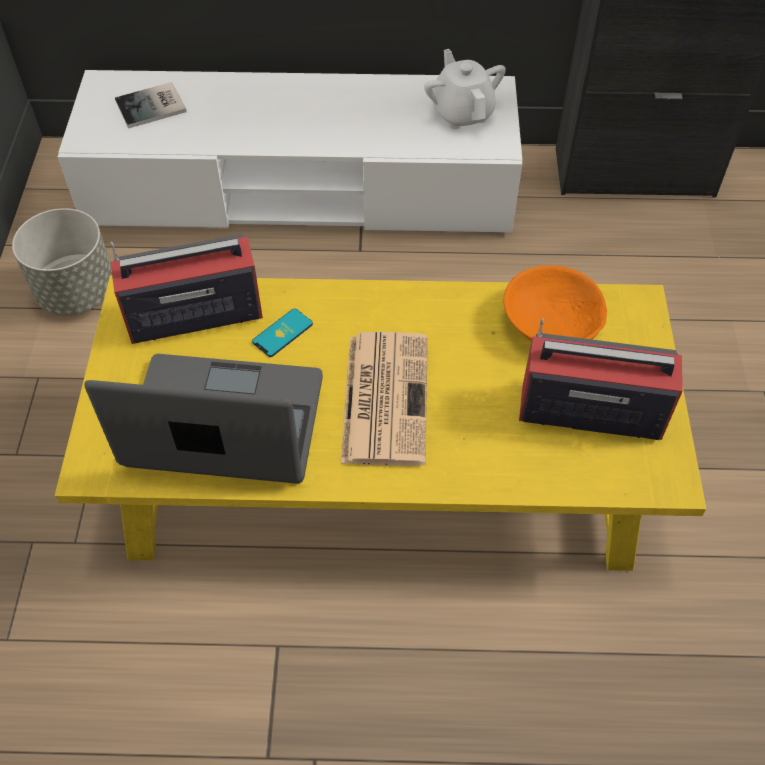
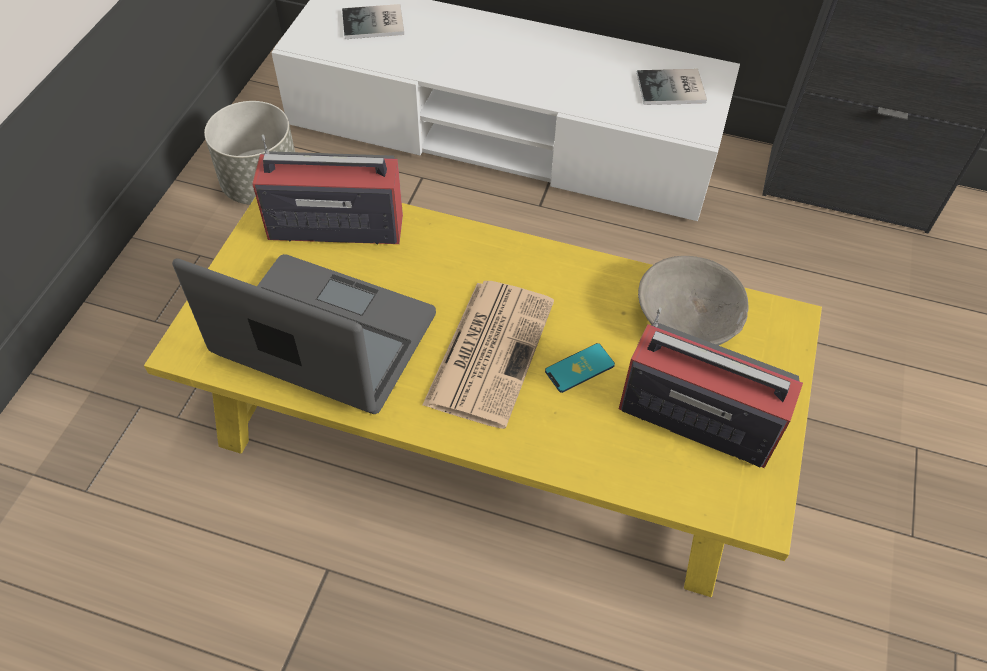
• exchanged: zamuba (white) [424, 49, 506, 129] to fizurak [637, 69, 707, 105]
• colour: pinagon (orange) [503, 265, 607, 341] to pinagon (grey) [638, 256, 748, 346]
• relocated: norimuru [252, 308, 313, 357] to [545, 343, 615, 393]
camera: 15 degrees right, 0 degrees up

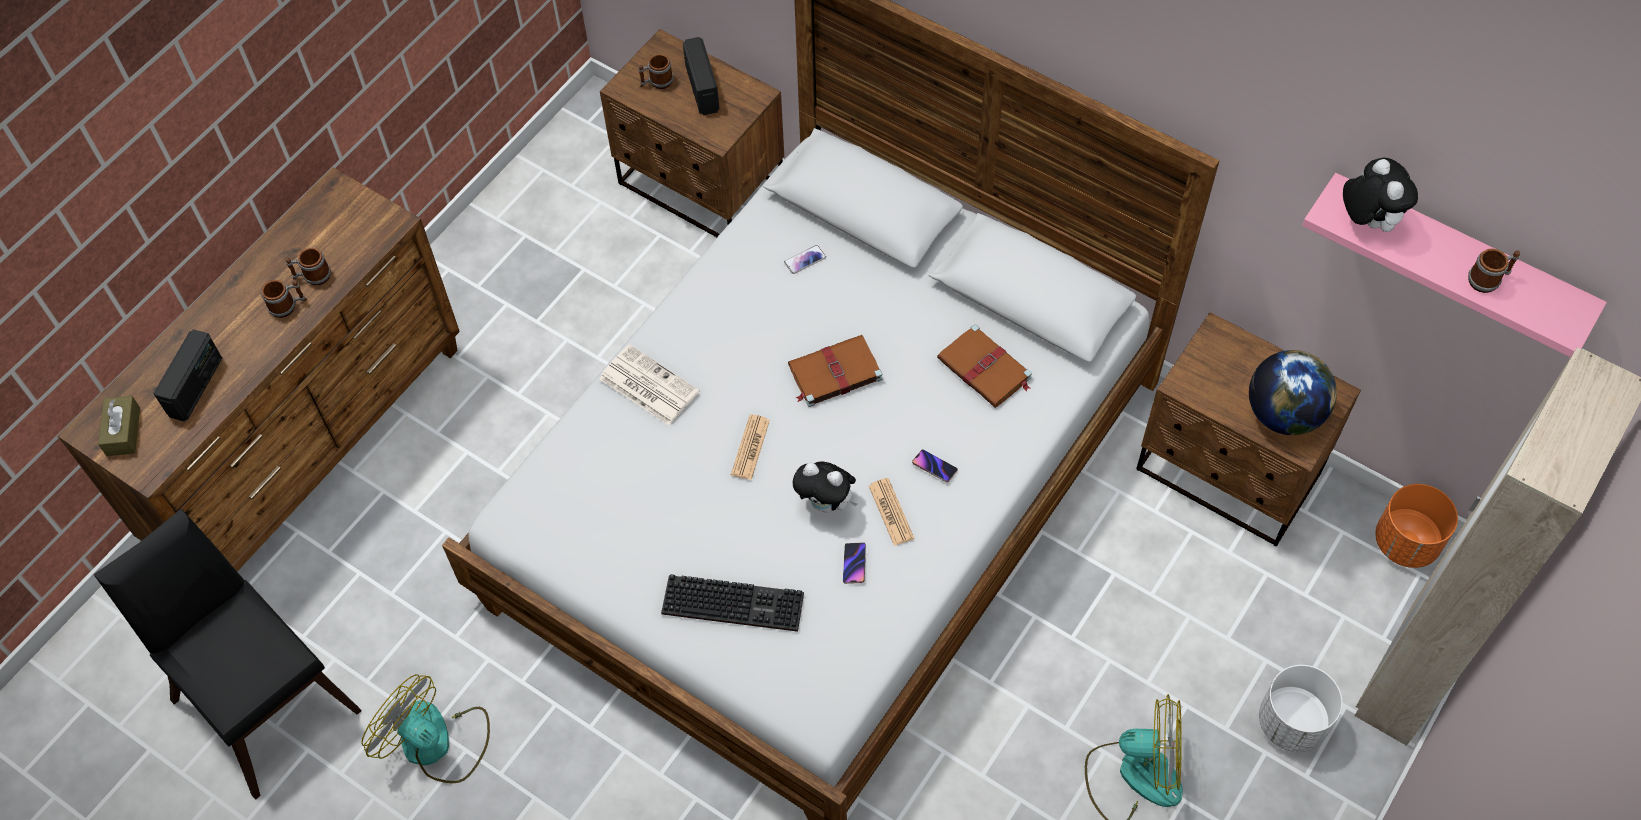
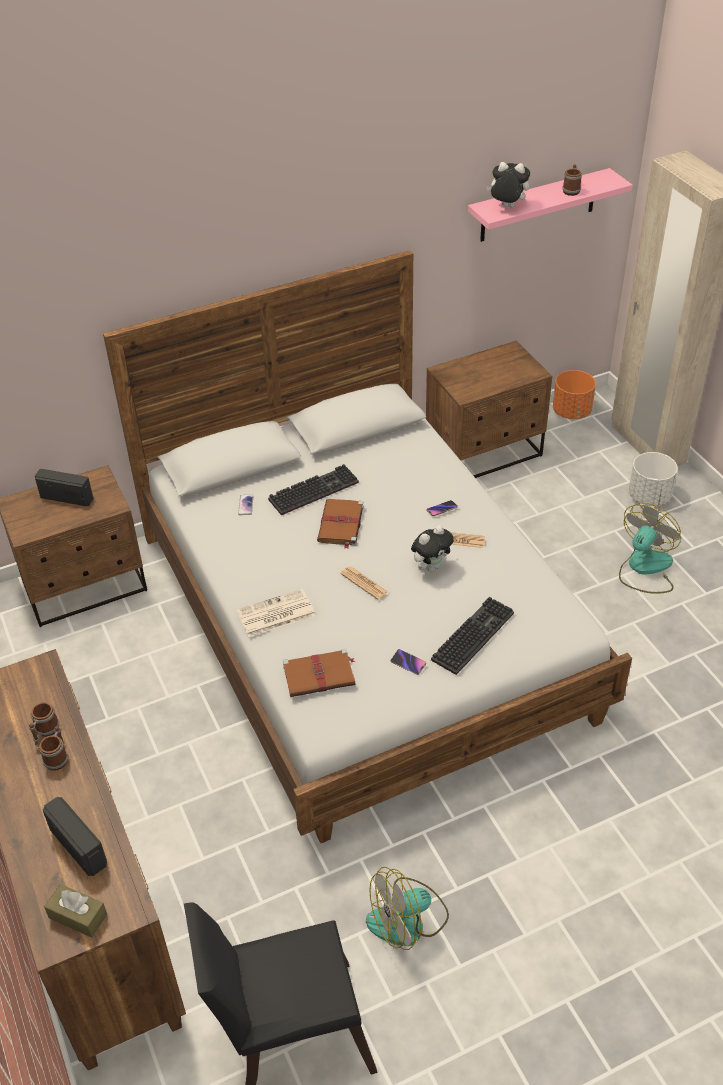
• missing: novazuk [638, 54, 674, 89]
• relocated: fizurak (brown) [937, 324, 1032, 408] to [283, 649, 355, 697]
• missing: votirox [1249, 350, 1337, 435]
• relocated: norimuru [843, 542, 866, 584] to [391, 649, 426, 675]
• appeared: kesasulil [268, 464, 359, 515]
camera: 60 degrees left, 15 degrees down

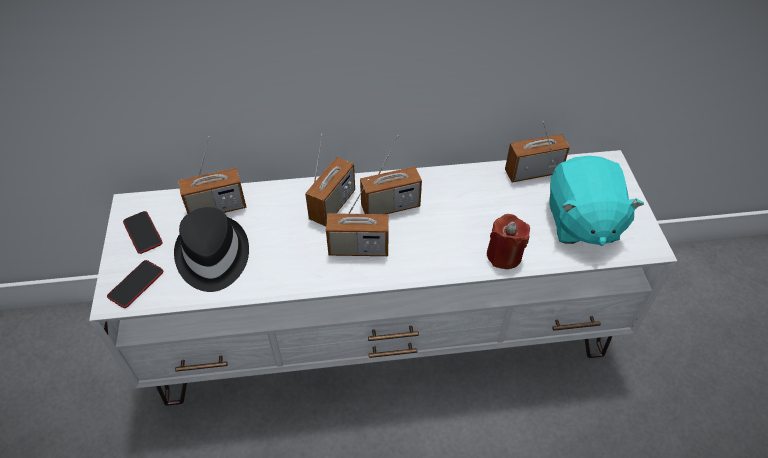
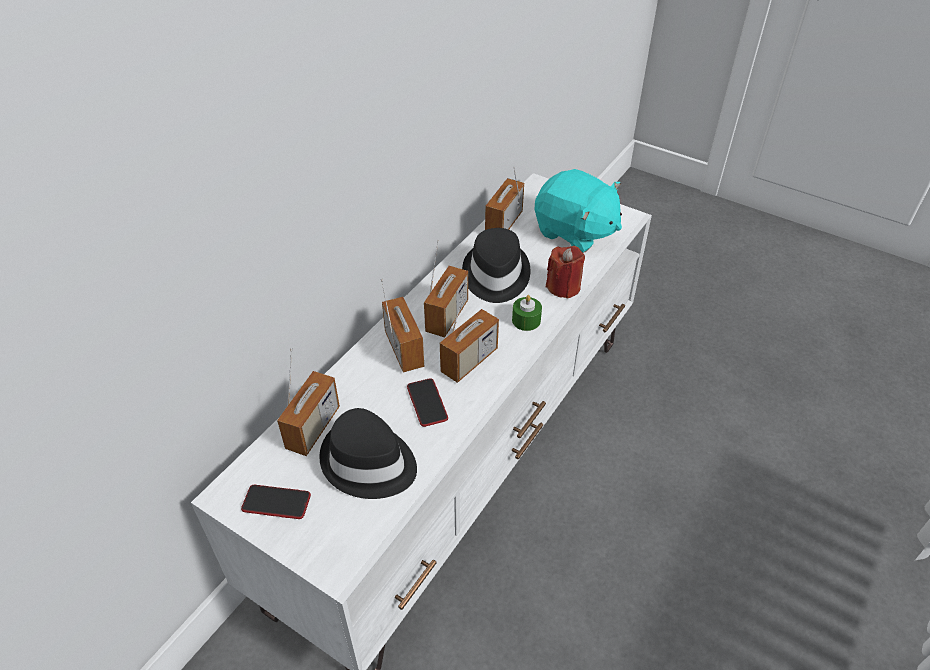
• relocated: norimuru [107, 260, 163, 308] to [407, 378, 448, 427]
• appeared: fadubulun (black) [462, 228, 530, 303]
• appeared: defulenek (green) [512, 295, 542, 331]
camera: 50 degrees left, 5 degrees down

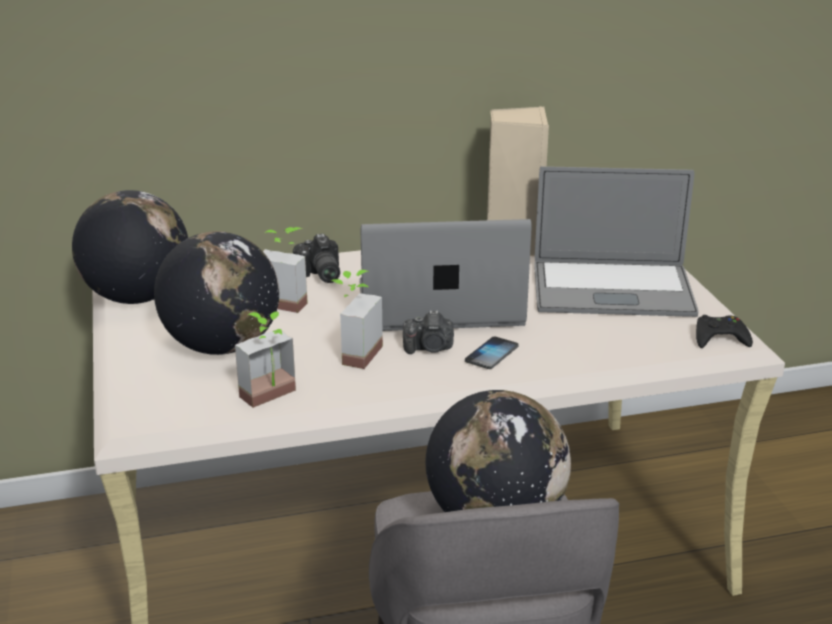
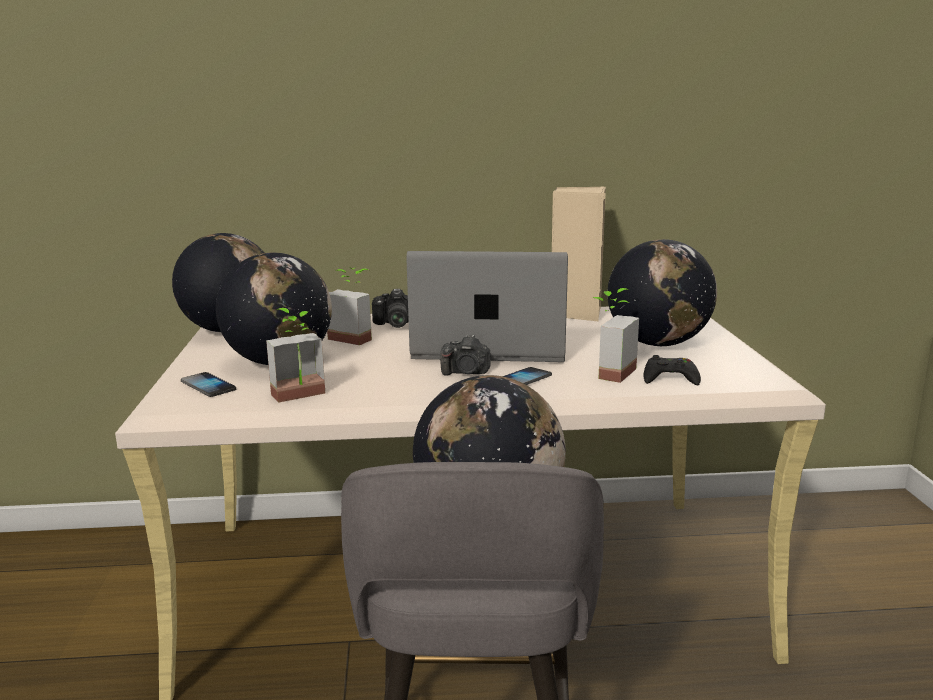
• exchanged: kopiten [534, 166, 698, 317] to votirox [607, 239, 717, 346]
• relocated: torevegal [330, 270, 383, 369] to [593, 288, 639, 383]
• relocated: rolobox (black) [696, 315, 753, 348] to [643, 355, 701, 385]
• appeared: norimuru [181, 372, 236, 397]
camera: 10 degrees right, 10 degrees down

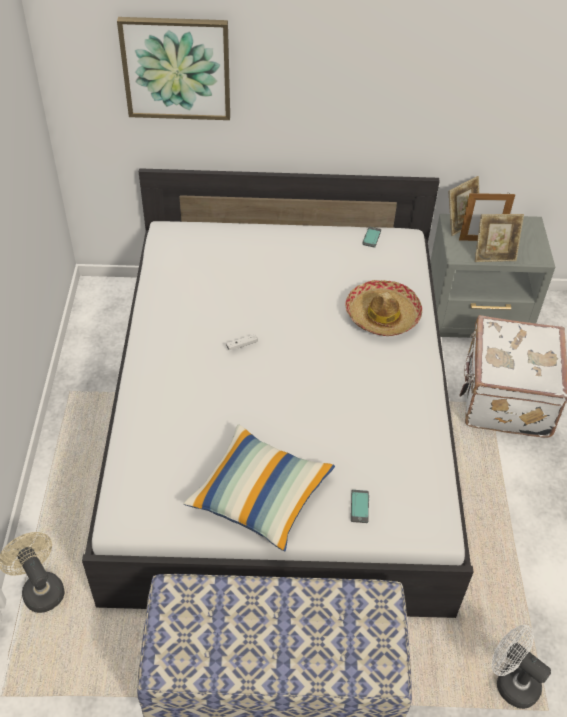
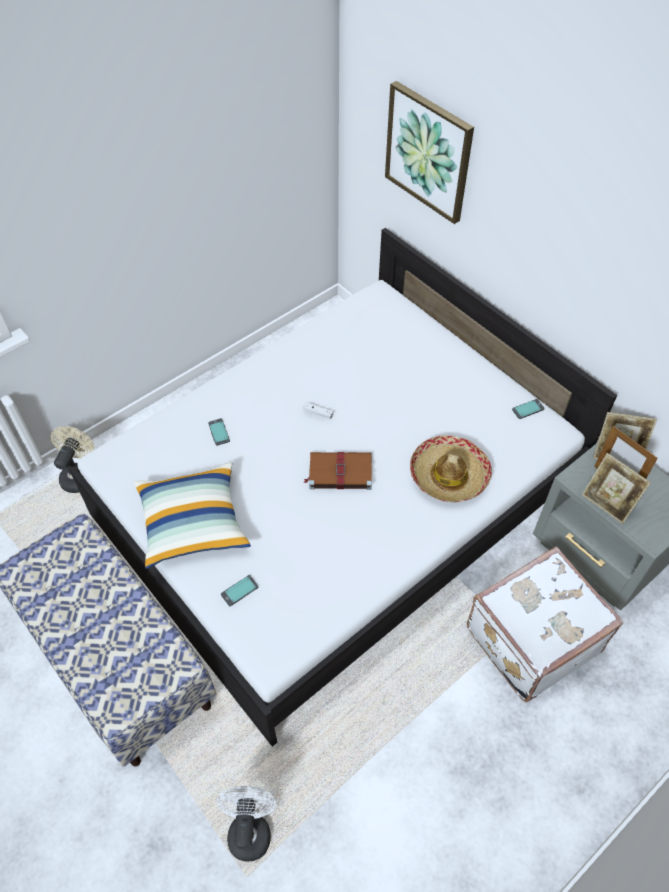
• appeared: norimuru [208, 418, 230, 446]
• appeared: fizurak (brown) [304, 452, 372, 490]
camera: 50 degrees right, 5 degrees up

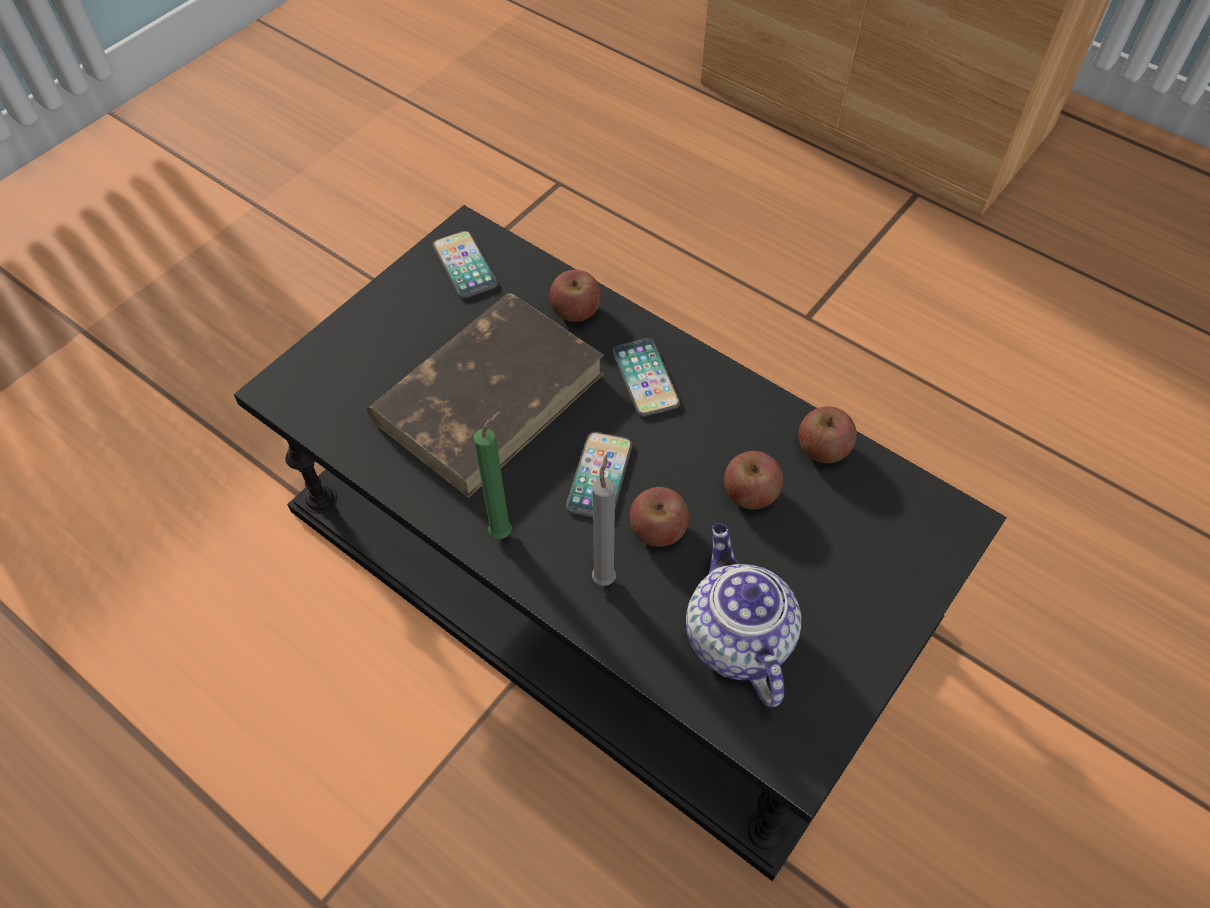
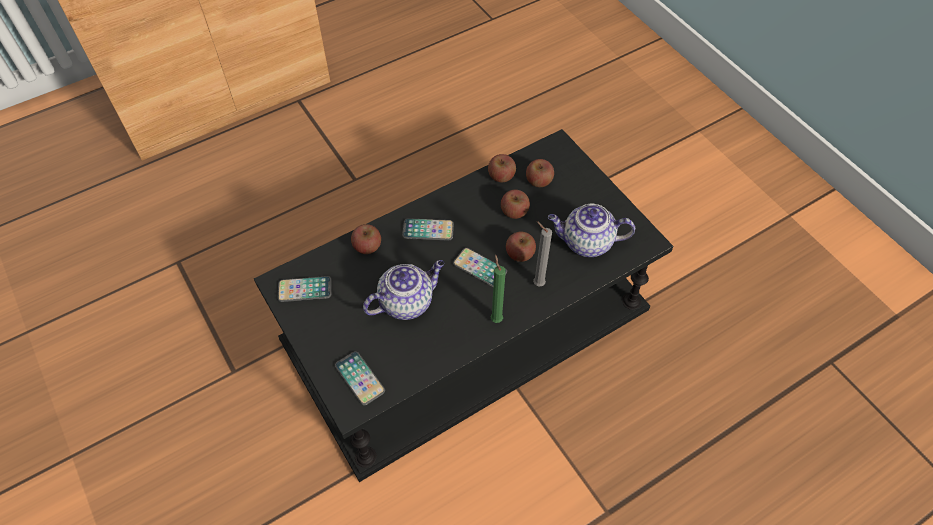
• exchanged: fizurak (brown) [367, 293, 604, 498] to zamuba [363, 260, 445, 320]
• appeared: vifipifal [526, 159, 554, 187]
• appeared: norimuru [335, 351, 385, 405]
camera: 70 degrees left, 0 degrees up

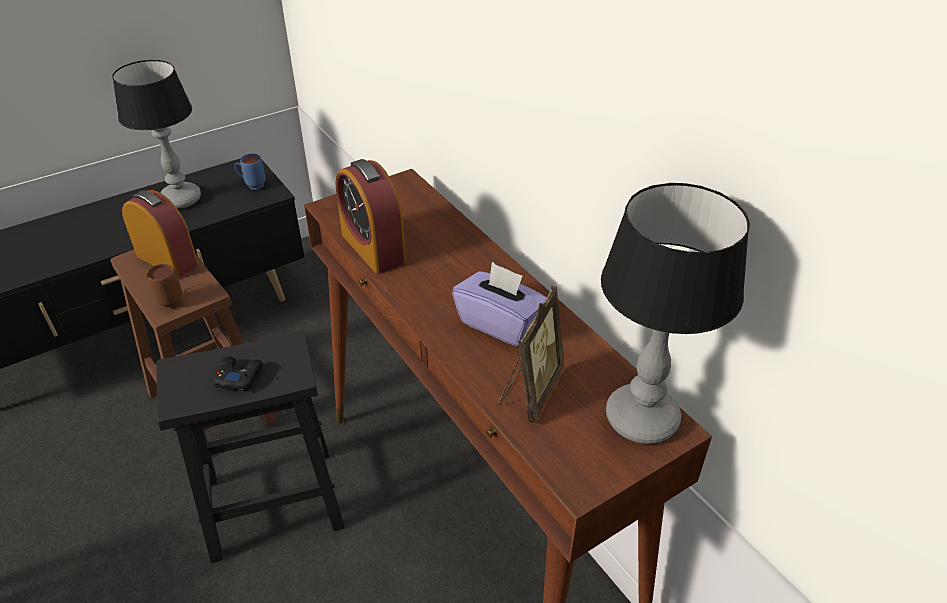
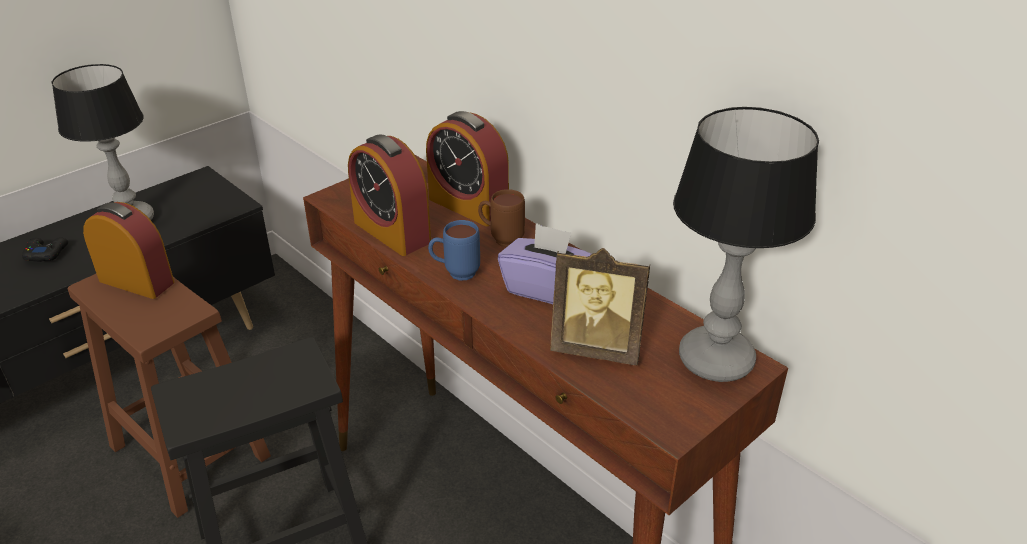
• relocated: novazuk (blue) [234, 154, 266, 190] to [428, 220, 480, 281]
• relocated: novazuk (brown) [146, 264, 183, 309] to [478, 189, 525, 247]
• spun: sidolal [499, 286, 564, 423] = [550, 248, 650, 365] 90 degrees clockwise
• relocated: rolobox (black) [213, 357, 263, 391] to [22, 237, 68, 262]
• appeared: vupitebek [426, 111, 509, 226]
camera: 10 degrees left, 5 degrees down

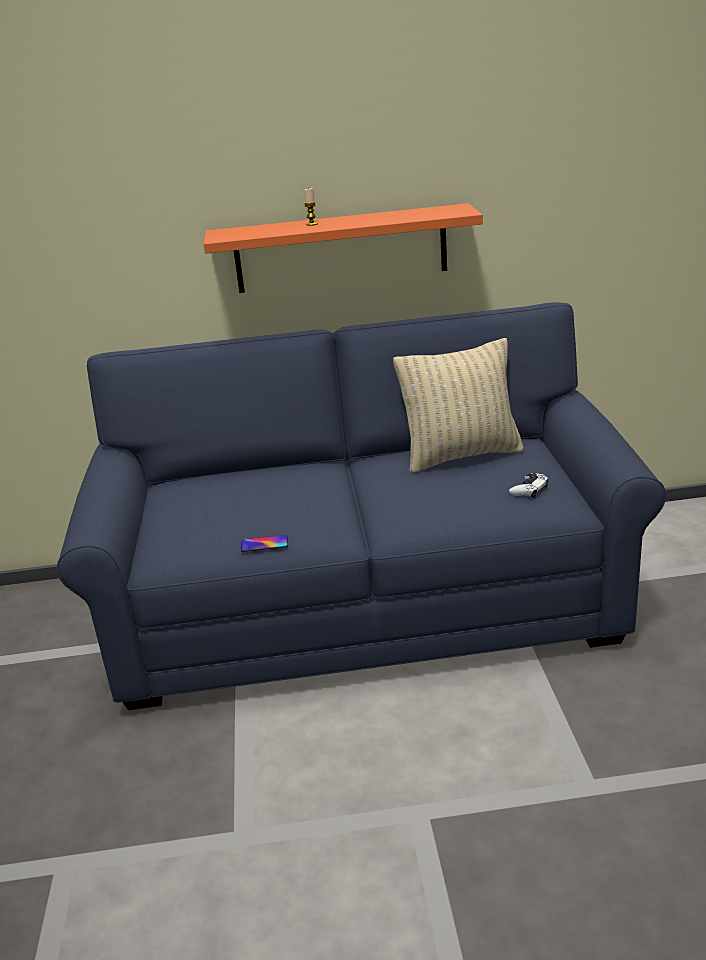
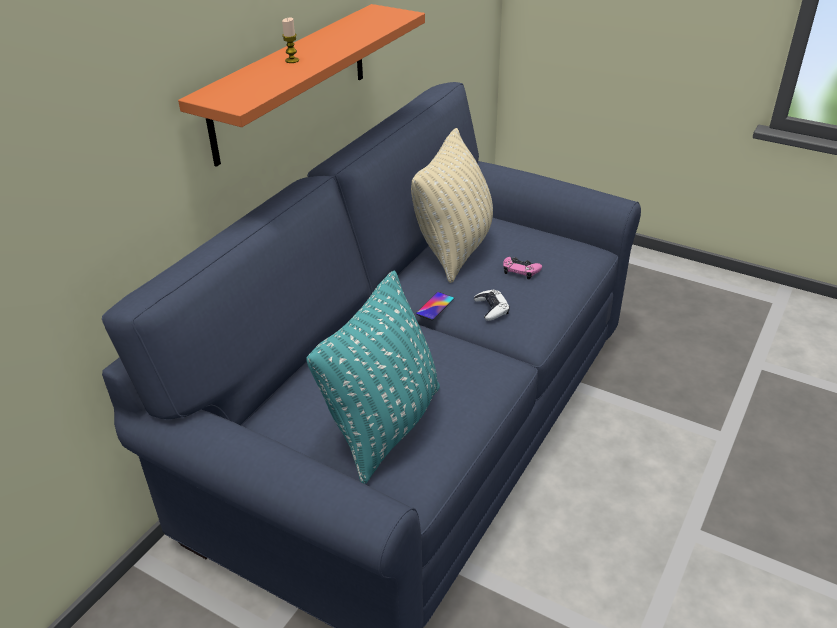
• relocated: rolobox (white) [509, 473, 548, 498] to [474, 289, 510, 321]
• relocated: norimuru [241, 535, 288, 552] to [416, 292, 454, 320]
• appeared: rolobox (pink) [503, 257, 542, 280]
• appeared: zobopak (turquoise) [306, 271, 440, 484]
camera: 55 degrees left, 10 degrees up

